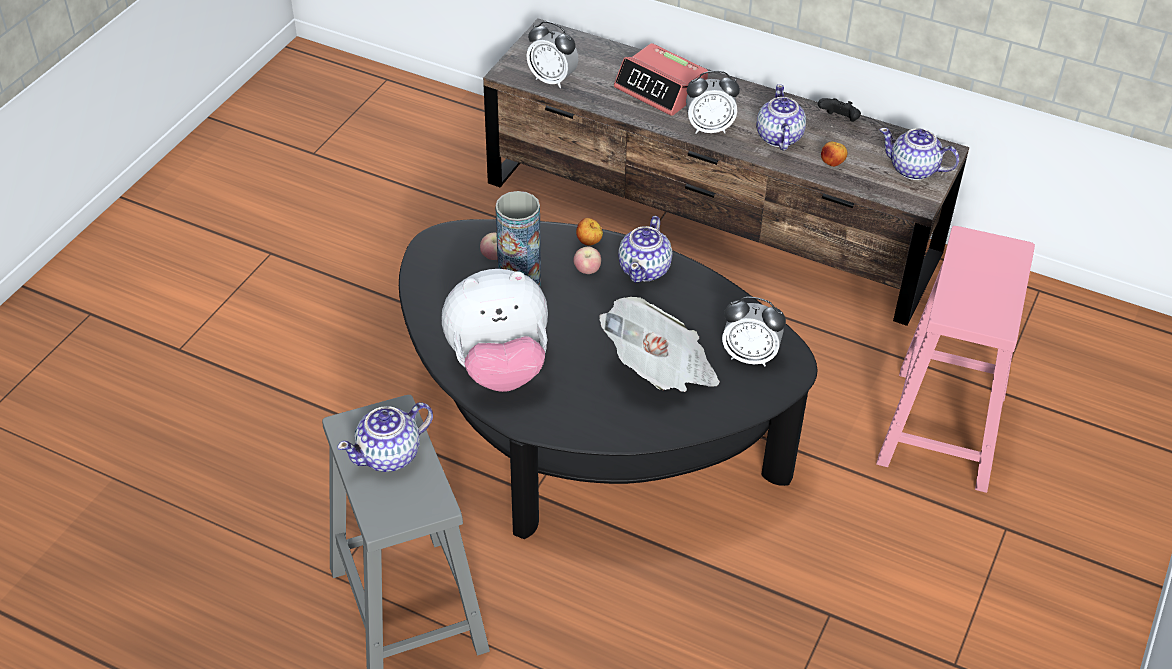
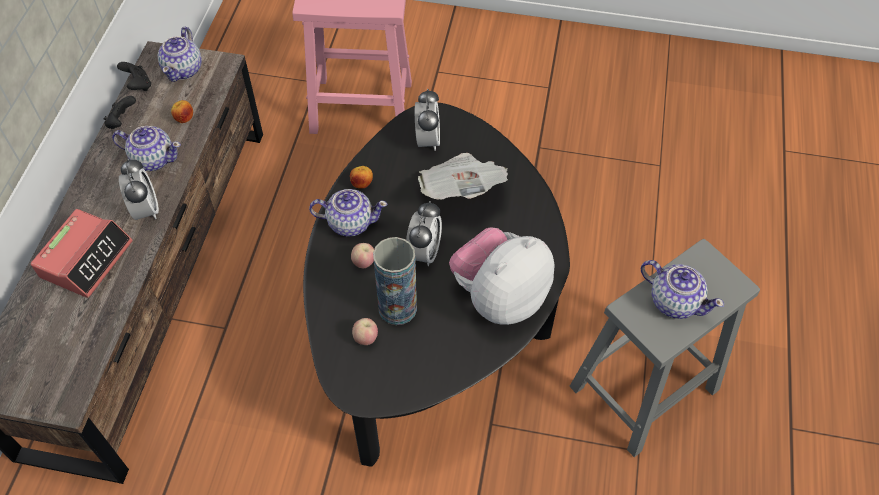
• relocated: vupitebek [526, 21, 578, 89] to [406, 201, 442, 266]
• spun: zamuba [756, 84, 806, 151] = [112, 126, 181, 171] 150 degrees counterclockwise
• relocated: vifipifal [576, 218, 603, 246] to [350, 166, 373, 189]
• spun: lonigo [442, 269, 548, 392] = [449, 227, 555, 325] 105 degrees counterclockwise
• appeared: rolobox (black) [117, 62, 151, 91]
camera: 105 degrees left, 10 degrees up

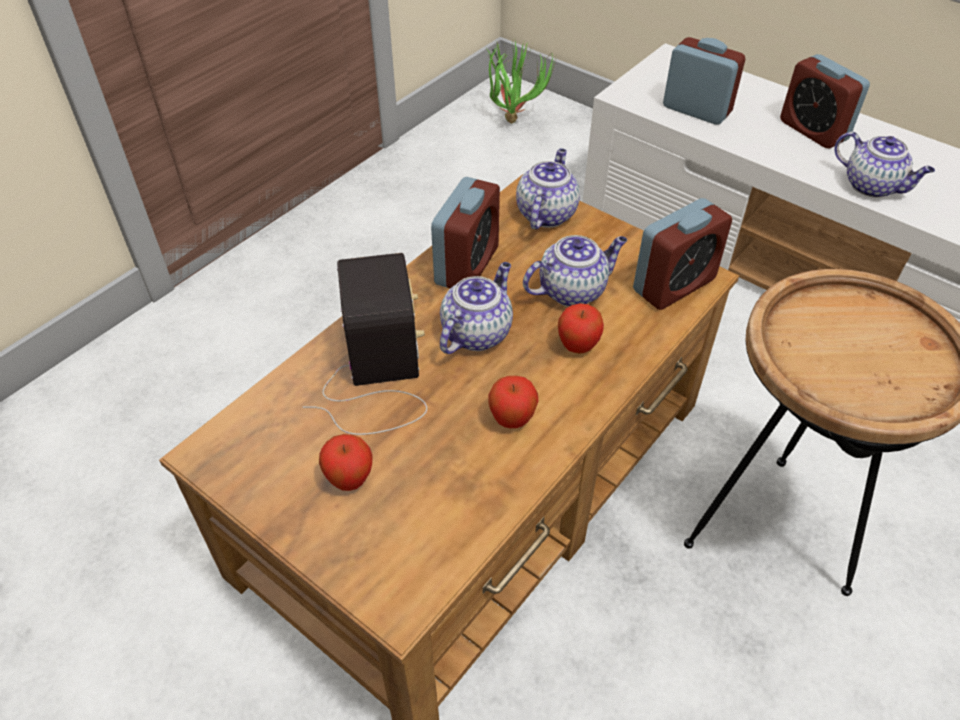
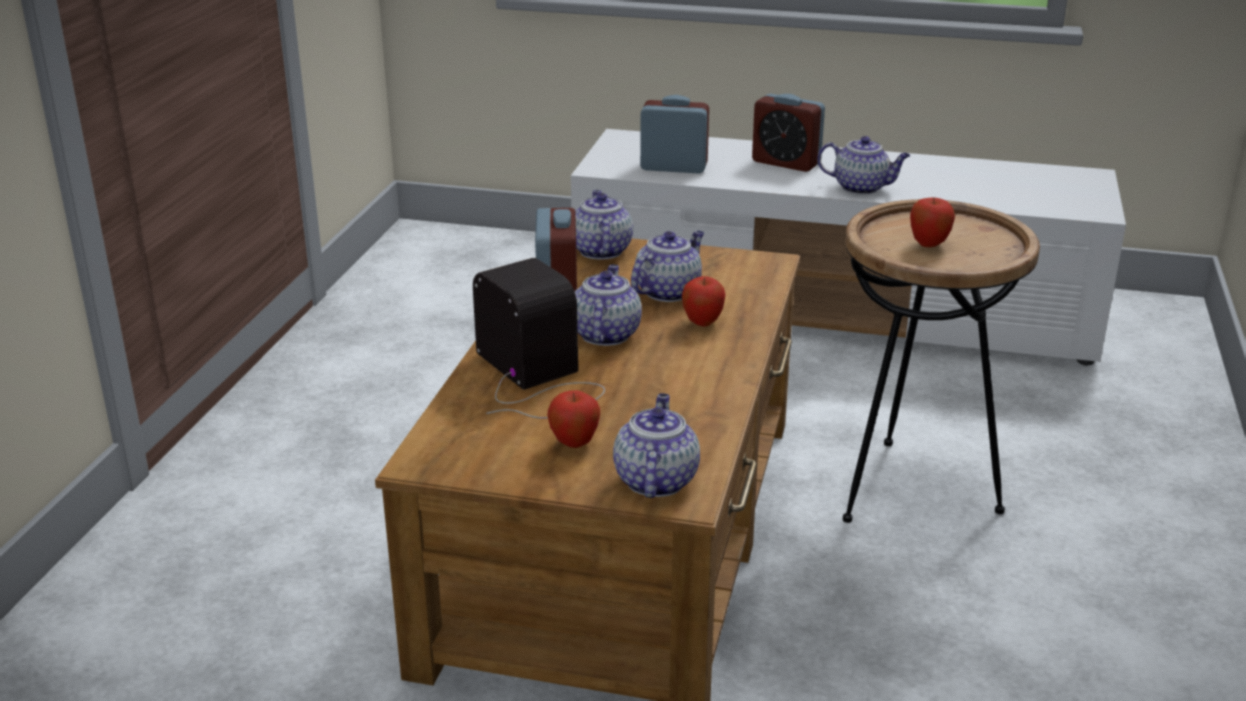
• missing: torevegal [486, 40, 556, 124]
• missing: vupitebek [633, 198, 732, 310]
• relocated: vifipifal [488, 376, 538, 428] to [910, 197, 955, 247]
• appeared: zamuba [613, 393, 700, 498]
camera: 25 degrees left, 20 degrees down

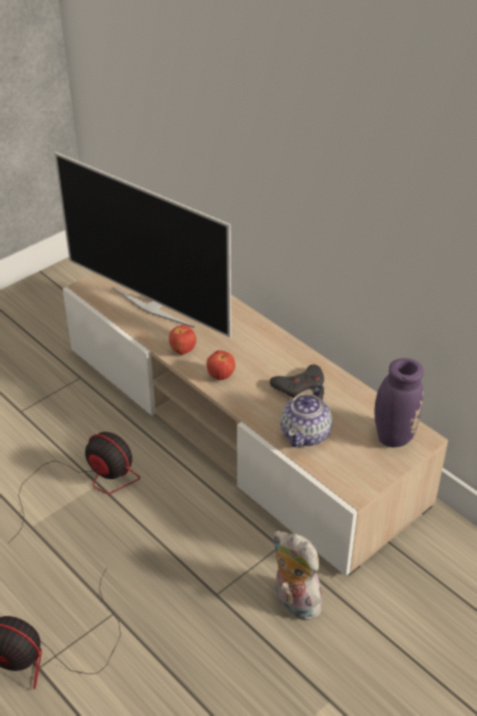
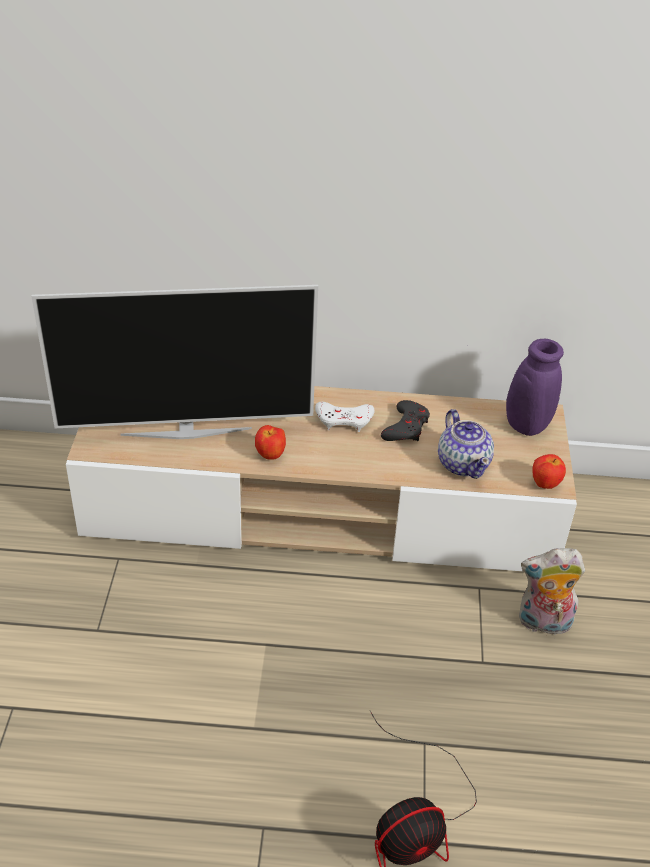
• relocated: vifipifal [207, 350, 236, 380] to [532, 454, 566, 489]
• missing: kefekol [8, 432, 140, 543]
• appeared: rolobox (white) [315, 402, 375, 432]
camera: 45 degrees left, 0 degrees up

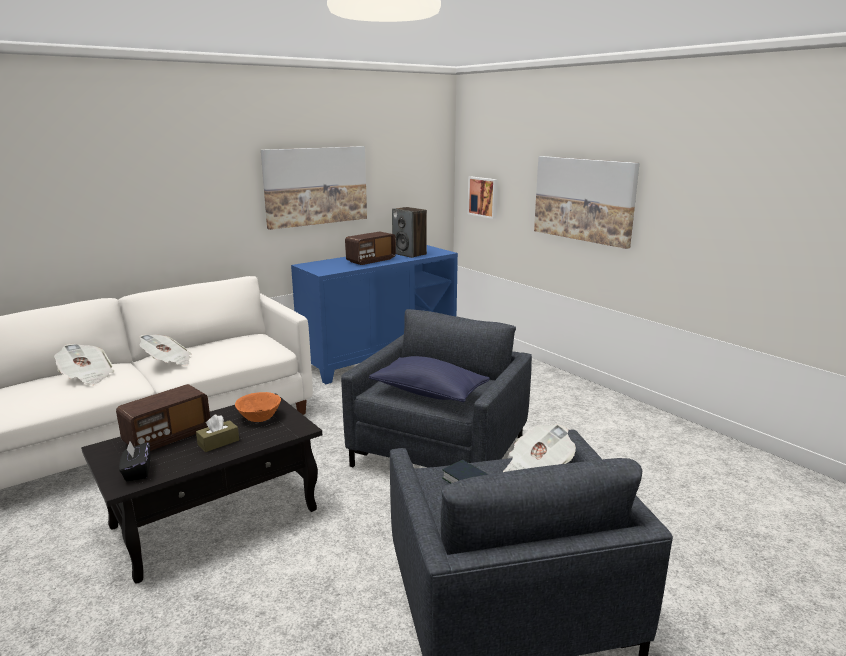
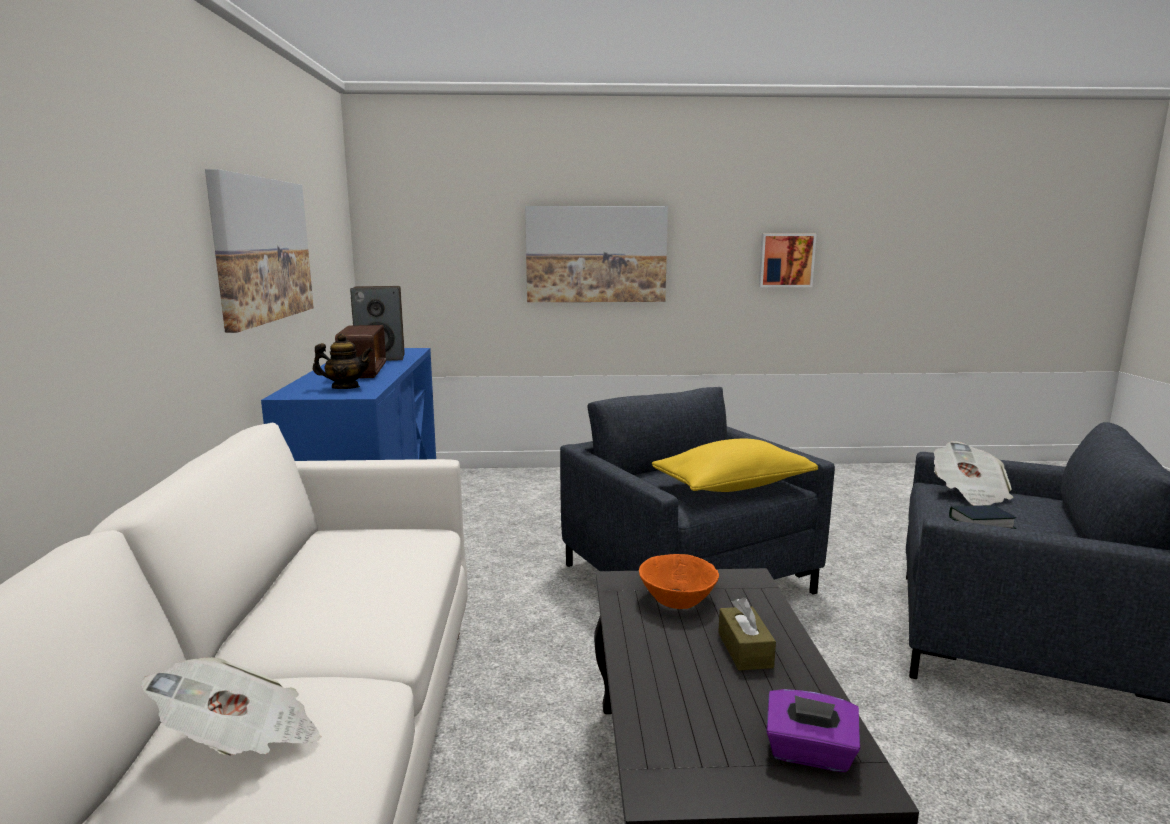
• relocated: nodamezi [468, 177, 498, 219] to [759, 234, 817, 287]
• missing: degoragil [140, 335, 192, 366]
• colour: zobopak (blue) [369, 356, 490, 403] to zobopak (yellow) [652, 439, 818, 492]
• missing: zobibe [116, 384, 210, 451]
• colour: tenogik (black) [119, 442, 150, 481] to tenogik (purple) [766, 689, 860, 772]
• appeared: zamuba [313, 333, 373, 389]
camera: 55 degrees left, 5 degrees down

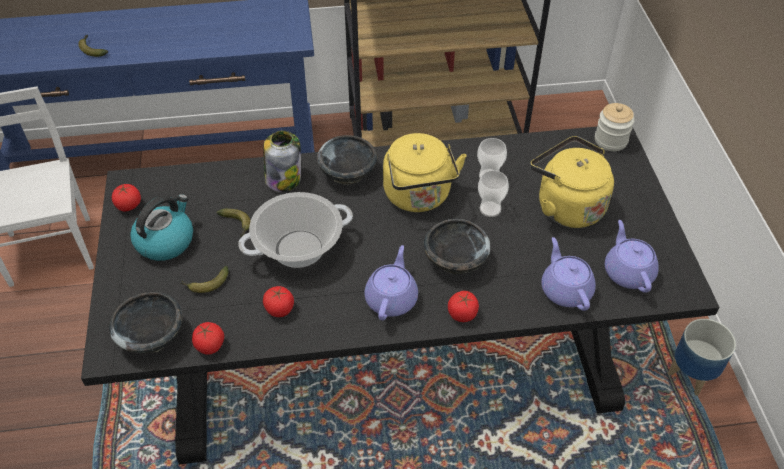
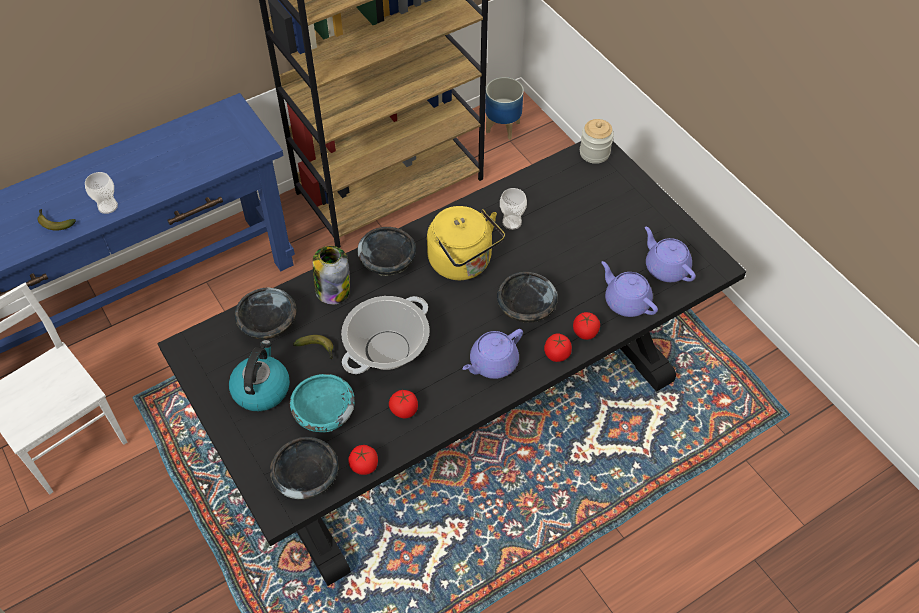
• missing: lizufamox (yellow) [530, 136, 614, 228]
• relocated: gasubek [478, 170, 509, 217] to [85, 172, 118, 214]
• relocated: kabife [112, 184, 141, 211] to [573, 312, 600, 340]
• spun: zamuba (purple) [364, 245, 418, 320] = [462, 329, 523, 379] 120 degrees counterclockwise
• exchanged: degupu [180, 266, 229, 293] to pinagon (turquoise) [290, 374, 355, 432]
• relocated: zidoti [668, 319, 736, 396] to [485, 77, 524, 140]
• appeared: pinagon (black) [235, 288, 297, 340]
camera: 25 degrees left, 5 degrees up

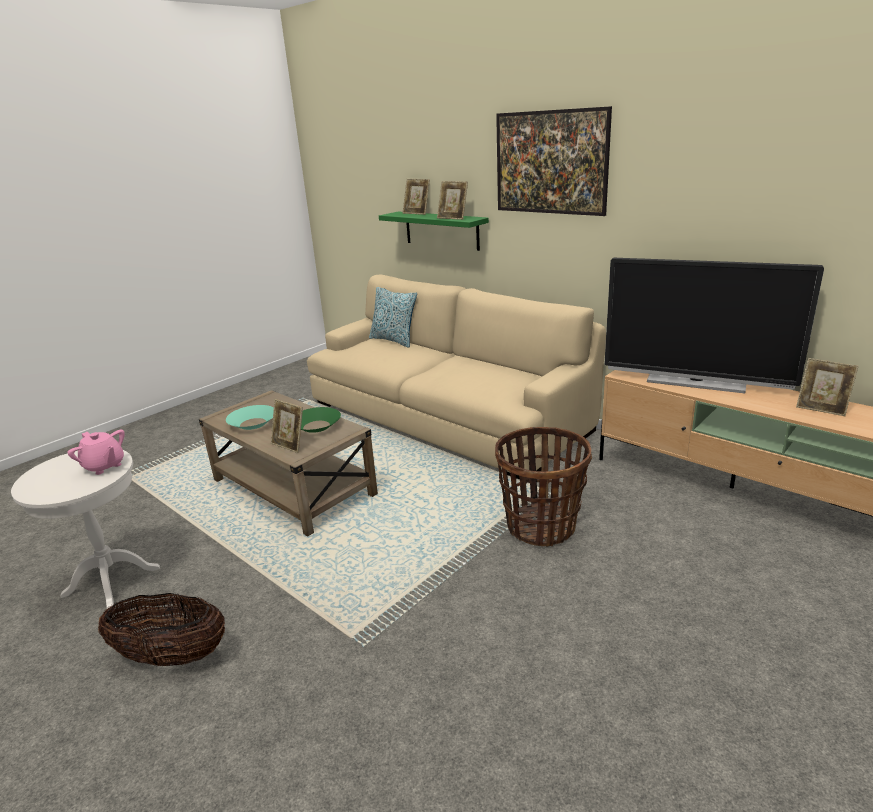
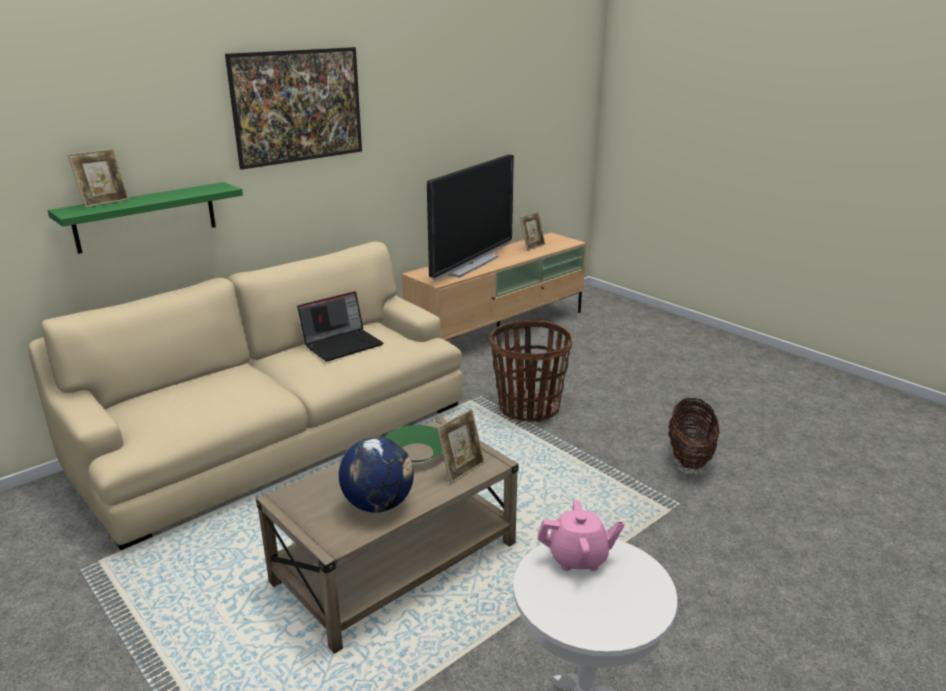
• missing: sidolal [437, 181, 468, 220]
• missing: zobopak [369, 287, 417, 348]
• exchanged: pinagon (turquoise) [226, 405, 274, 430] to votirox [339, 437, 414, 513]
• spun: zamuba (pink) [67, 430, 125, 475] = [538, 500, 624, 571] 45 degrees clockwise
• relocated: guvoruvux [98, 593, 225, 666] to [668, 398, 719, 469]
• appeared: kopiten [297, 291, 383, 362]
camera: 85 degrees left, 0 degrees up

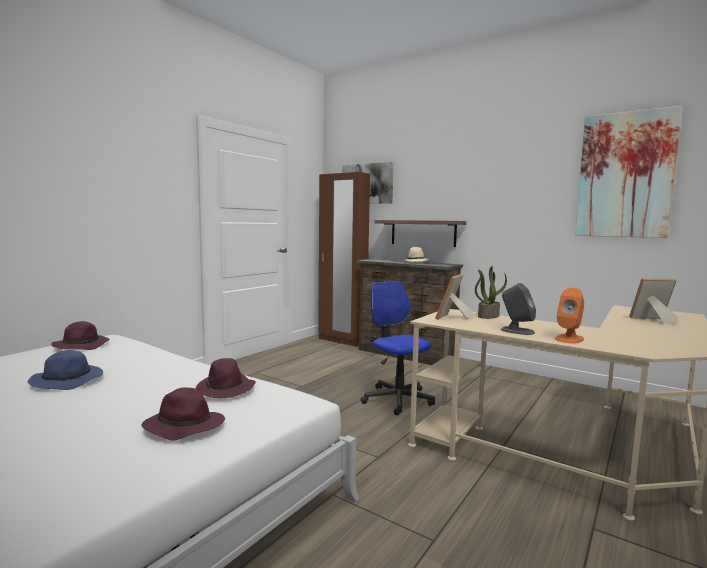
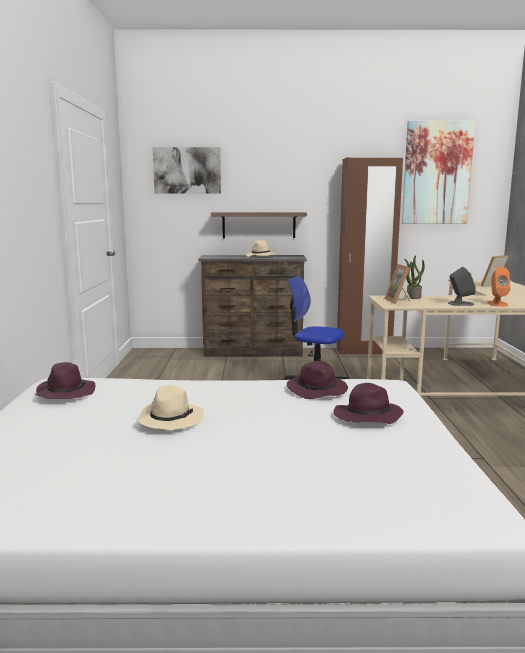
• relocated: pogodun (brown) [318, 172, 370, 347] to [337, 158, 403, 354]
• colour: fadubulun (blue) [28, 350, 103, 390] to fadubulun (beige) [136, 385, 204, 430]
camera: 35 degrees left, 5 degrees up

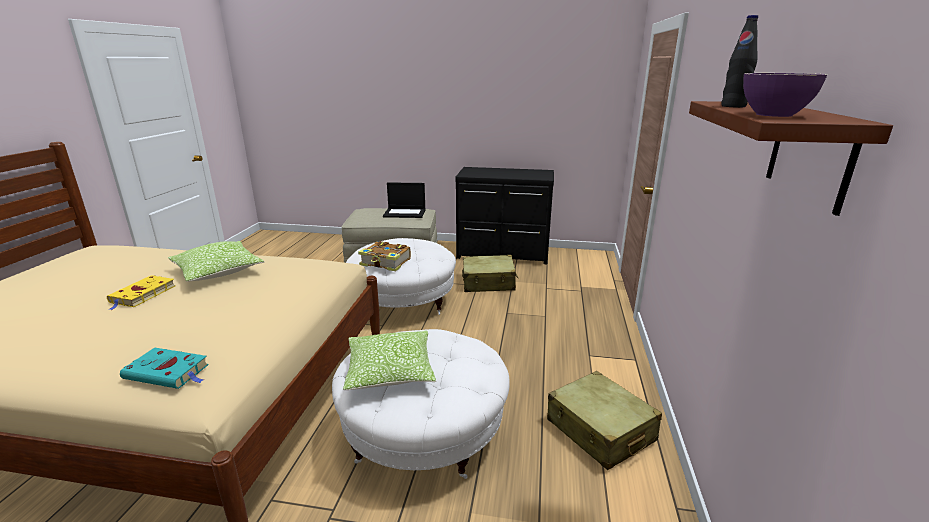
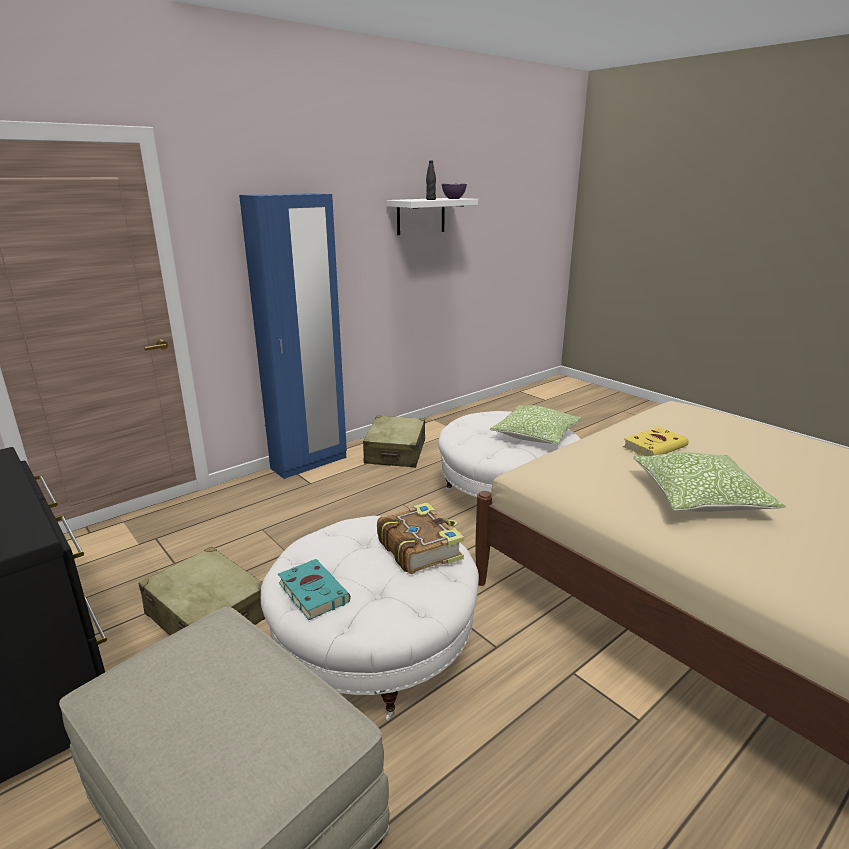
• colour: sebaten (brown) [689, 101, 893, 216] to sebaten (white) [387, 198, 478, 235]
• missing: kopiten [383, 182, 426, 218]
• relocated: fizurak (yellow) [107, 275, 176, 310] to [623, 427, 689, 456]
• relocated: fizurak (turquoise) [120, 348, 209, 389] to [278, 559, 351, 620]
• appeared: pogodun (blue) [239, 193, 347, 479]
camera: 140 degrees left, 0 degrees up

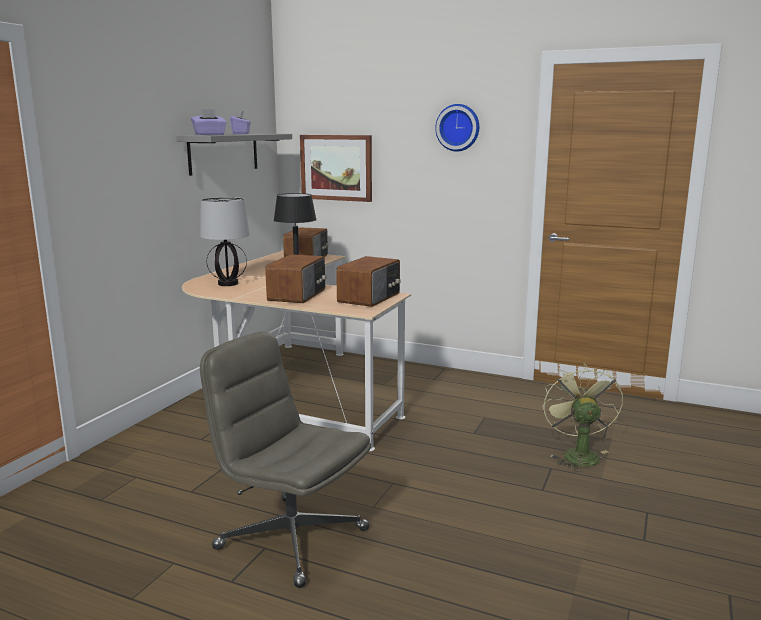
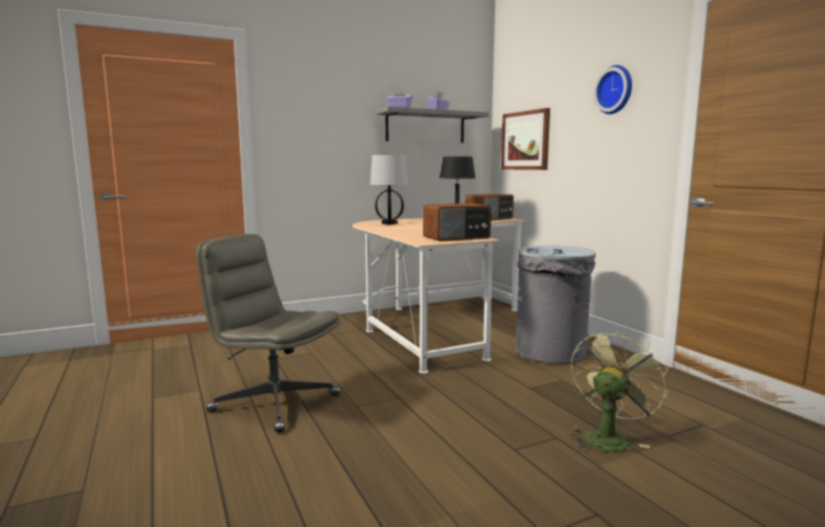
• missing: zobibe [265, 254, 326, 303]
• spun: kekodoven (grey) [200, 332, 371, 588] = [196, 234, 341, 433] 45 degrees counterclockwise
• appeared: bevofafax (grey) [516, 245, 596, 364]
camera: 40 degrees right, 5 degrees down

